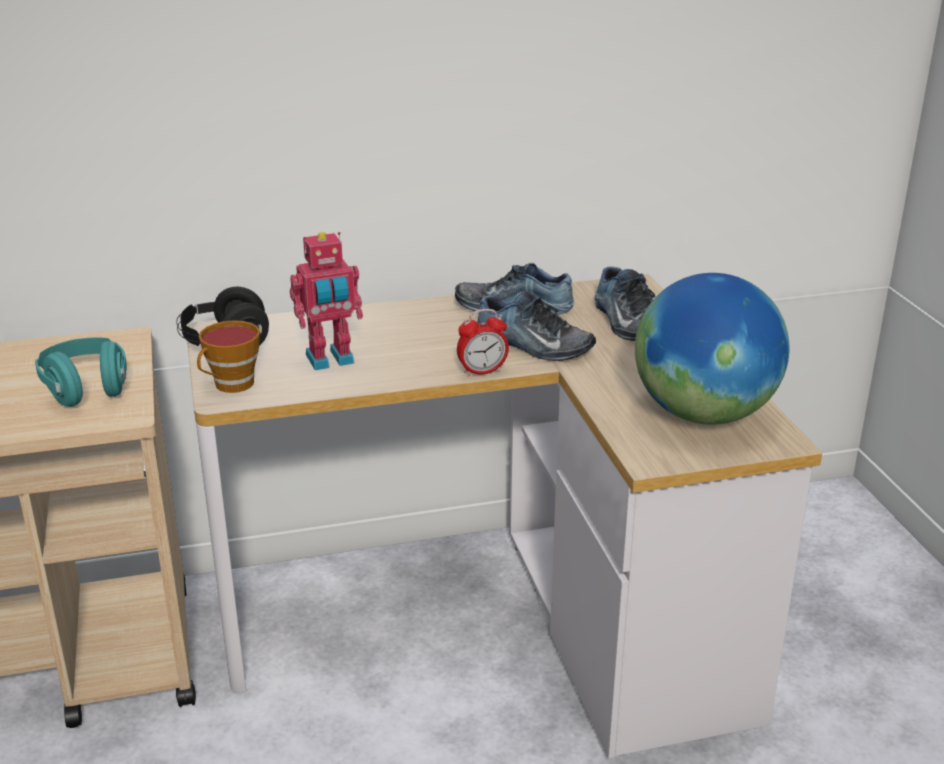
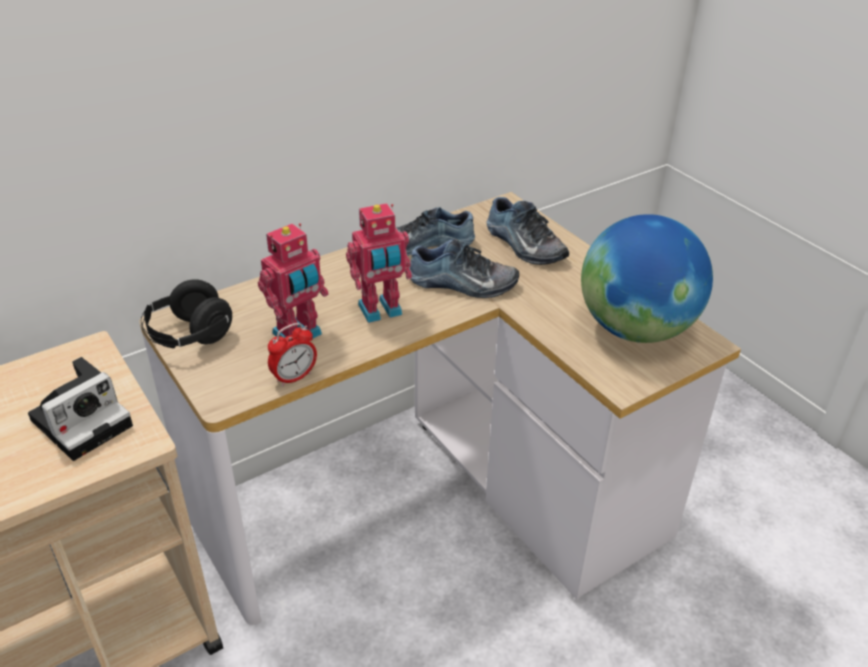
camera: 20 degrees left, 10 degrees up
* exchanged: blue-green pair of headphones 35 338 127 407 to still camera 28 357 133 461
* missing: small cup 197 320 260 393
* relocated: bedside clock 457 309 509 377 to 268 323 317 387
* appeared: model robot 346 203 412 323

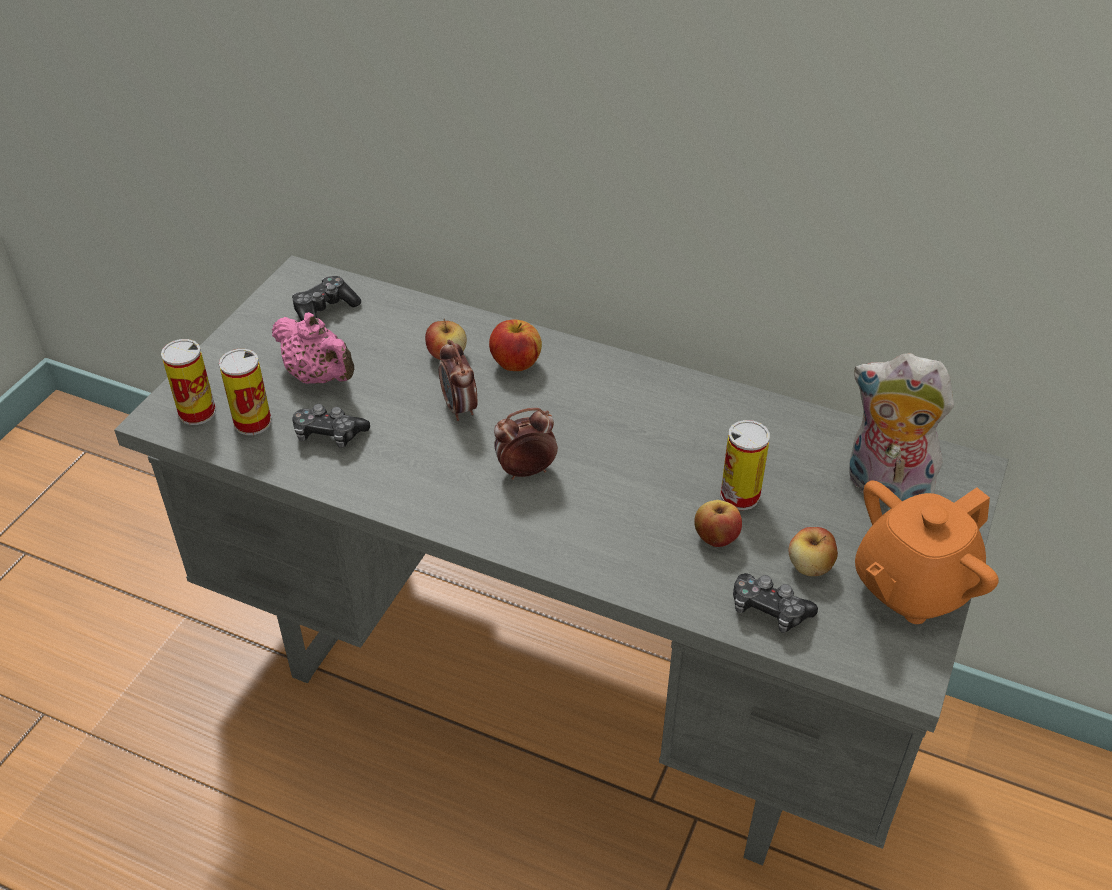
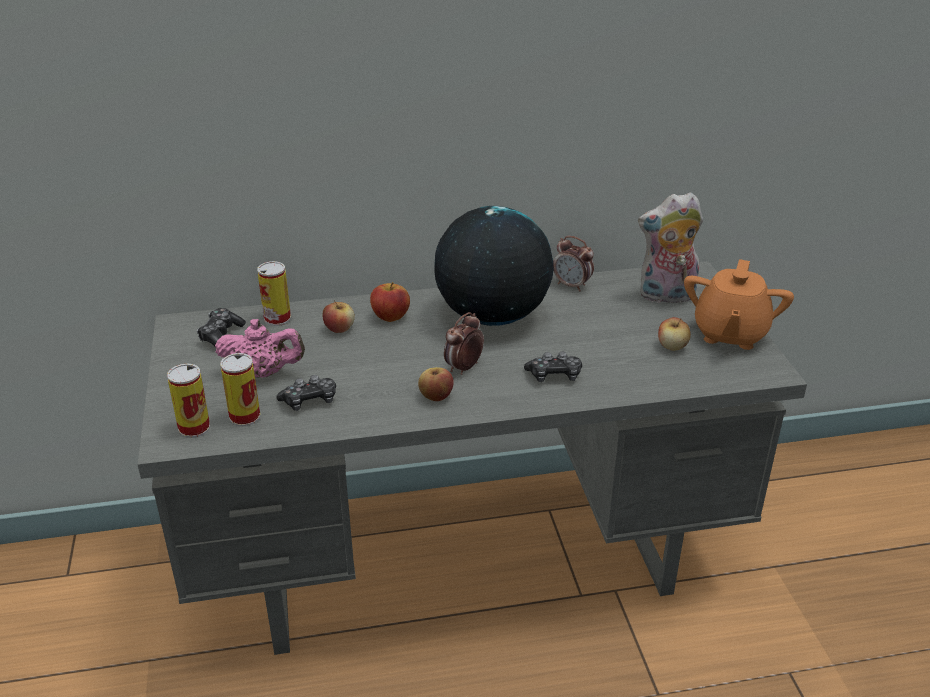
camera: 35 degrees left, 10 degrees down
* relocated: bedside clock 438 340 478 421 to 553 236 594 291
* relocated: whole apple 694 500 742 547 to 418 367 454 401
* relocated: can 721 420 770 510 to 257 261 291 326
* relocated: gamepad 733 573 818 633 to 524 351 582 382
* appeared: world globe 434 206 553 326

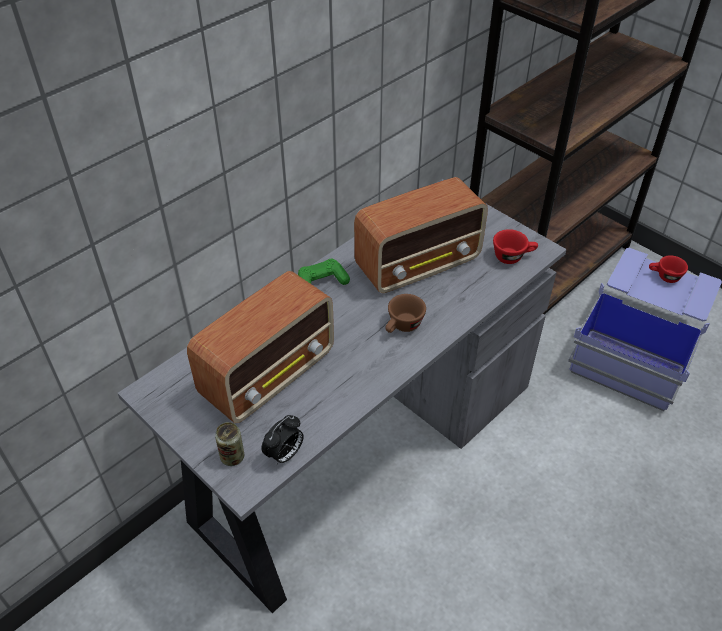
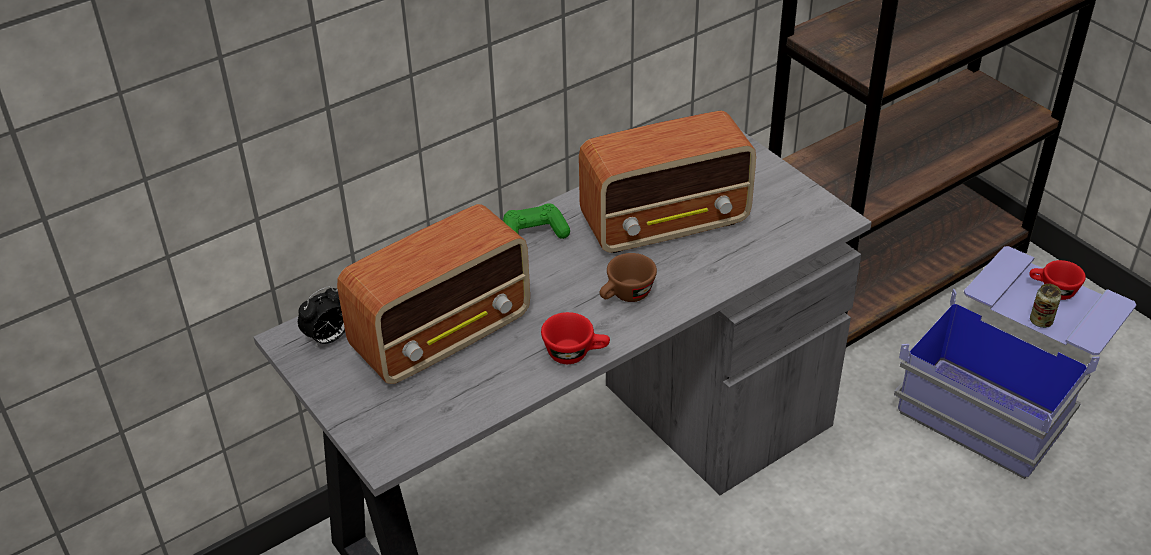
camera: 10 degrees right, 5 degrees down
* relocated: can 215 422 244 466 to 1030 284 1061 328
* relocated: bedside clock 261 415 304 465 to 298 286 345 347
* relocated: reddish small cup 493 229 538 264 to 541 312 610 364

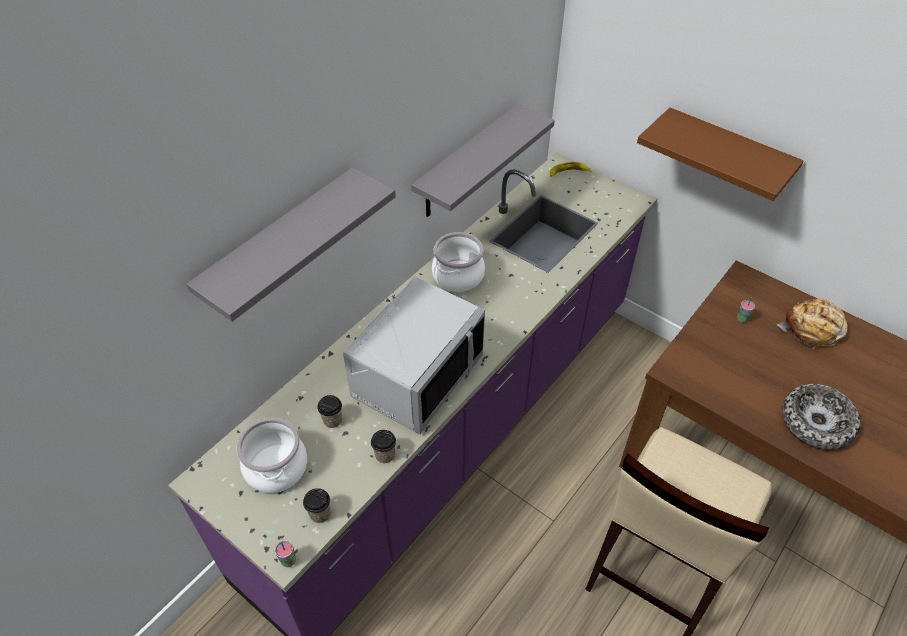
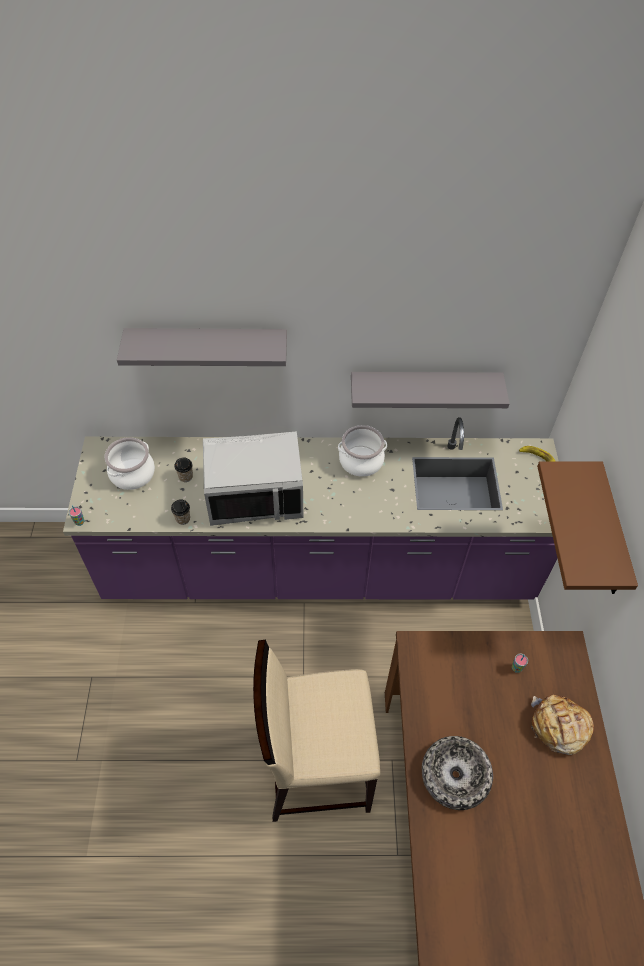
camera: 50 degrees right, 5 degrees up
* missing: small cup 303 488 330 523

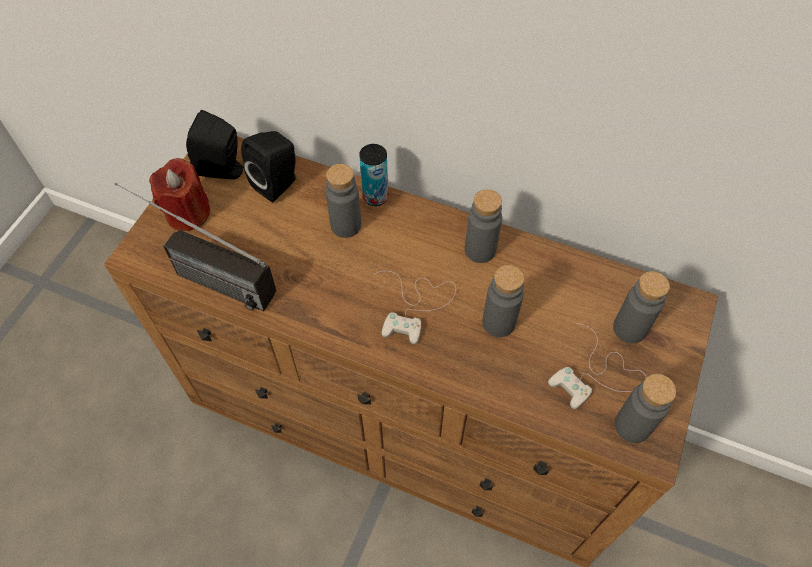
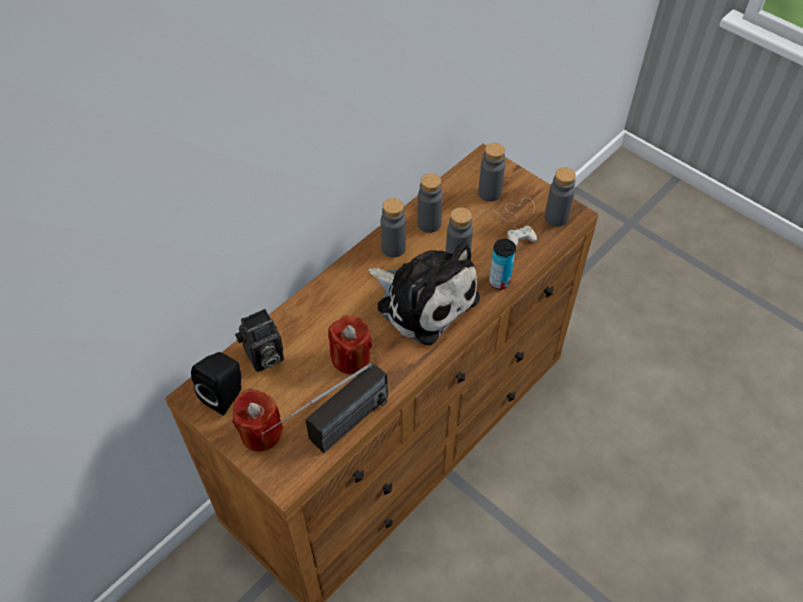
camera: 70 degrees left, 5 degrees down
* exchanged: black-coloured speaker 241 131 296 202 to still camera 235 309 284 372
* relocated: gray bottle 326 164 361 238 to 417 173 443 233
* relocated: can 359 144 388 206 to 489 239 516 289
* exchanged: white-coloured gamepad 375 271 456 344 to plush toy 368 241 480 345
* appeared: reddish candle 328 315 372 374

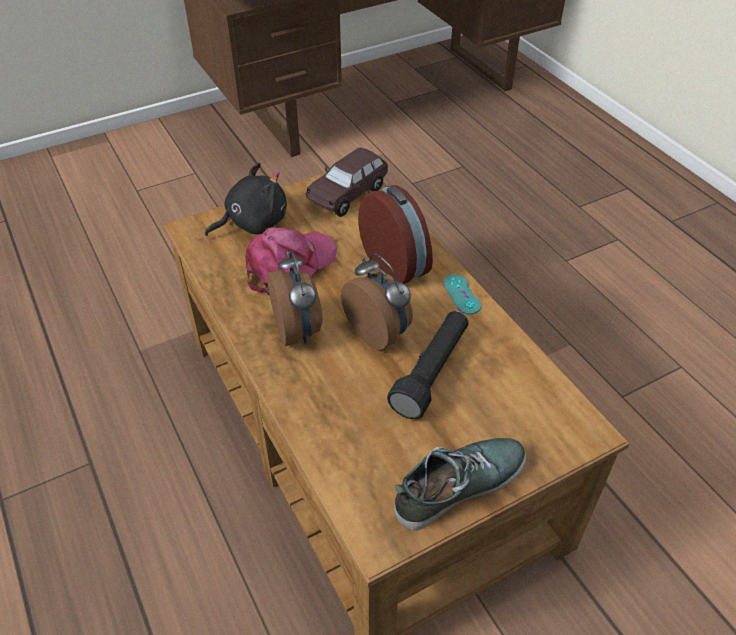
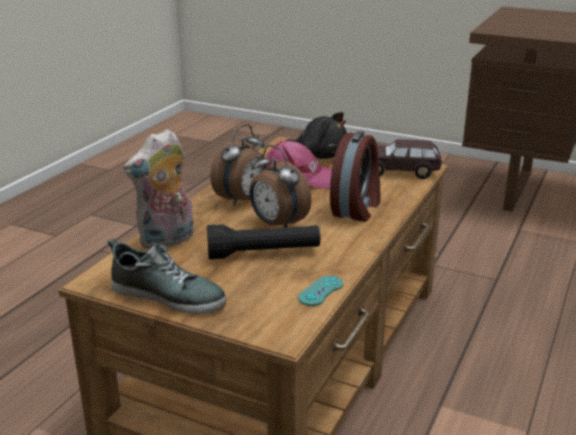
camera: 55 degrees right, 20 degrees down
* spun: bedside clock 341 253 413 350 = 249 145 311 228 120 degrees clockwise
* relocated: blue-green gamepad 443 274 482 315 to 298 276 343 306
* appeared: plush toy 123 129 194 249

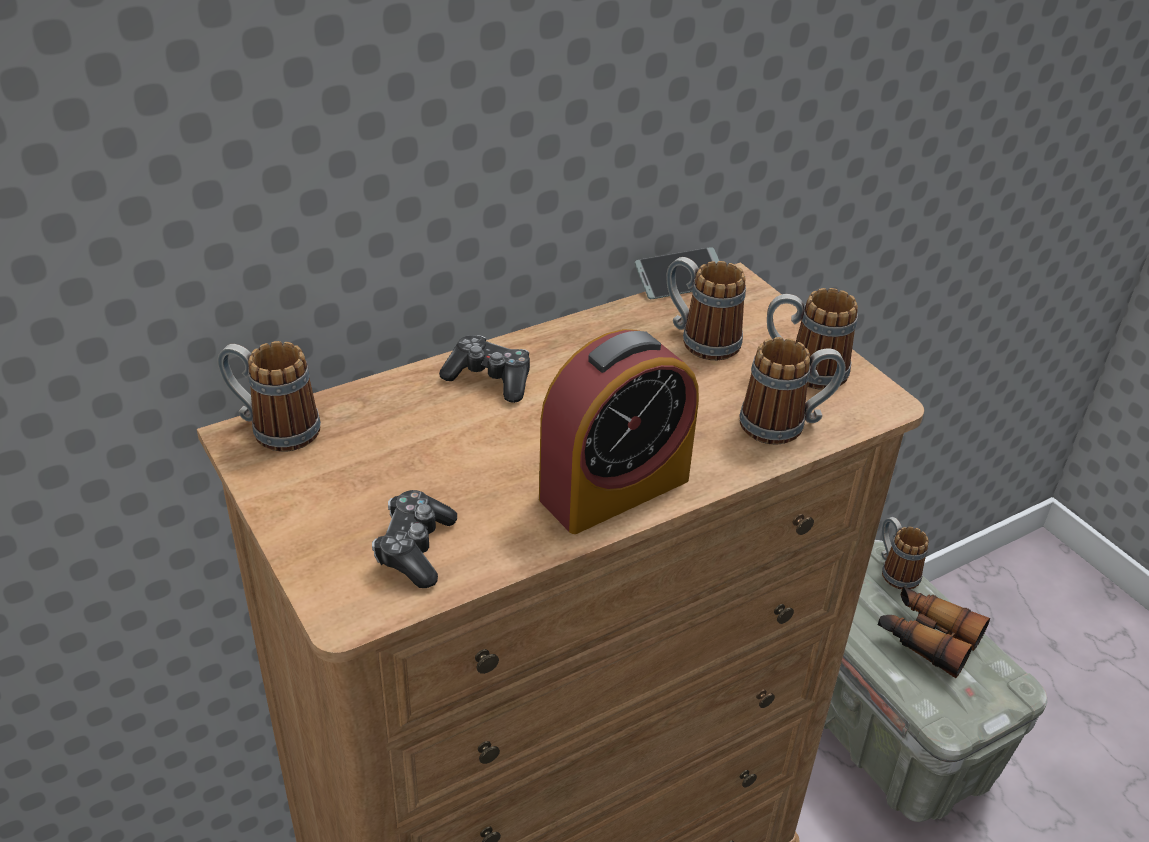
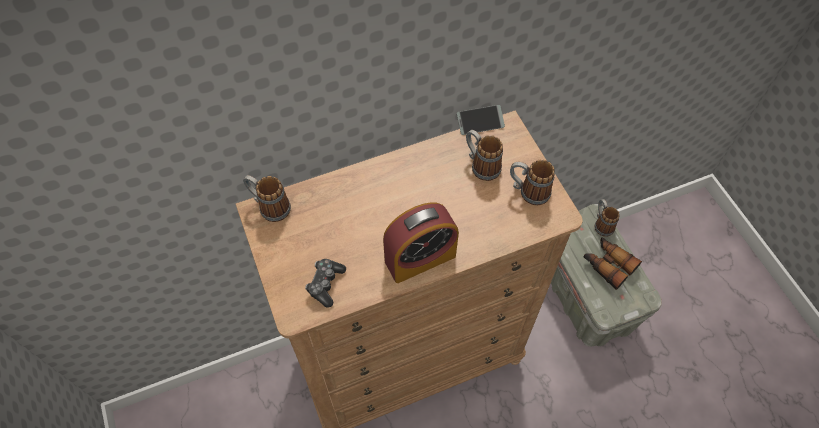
camera: 10 degrees right, 20 degrees up
* missing: gamepad 439 335 530 403
* missing: coffee mug 739 337 846 445

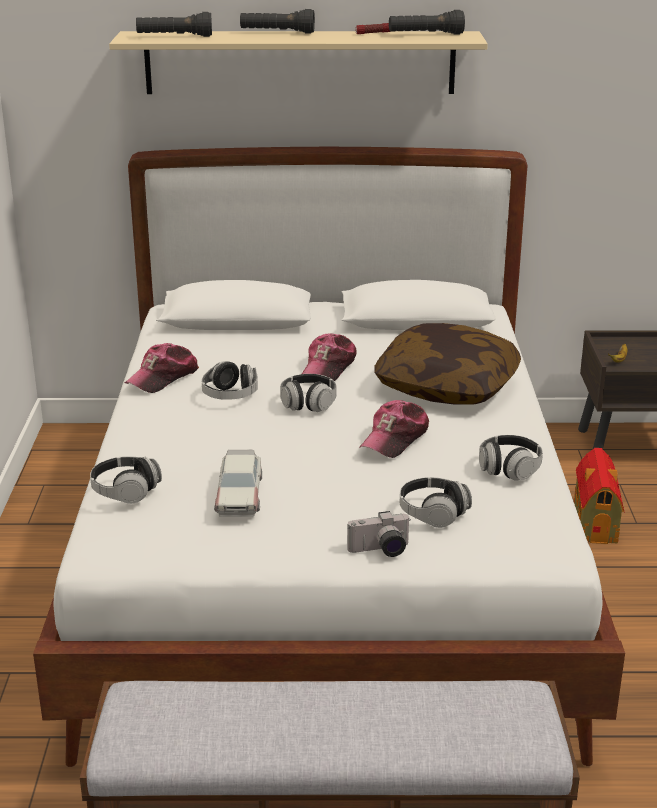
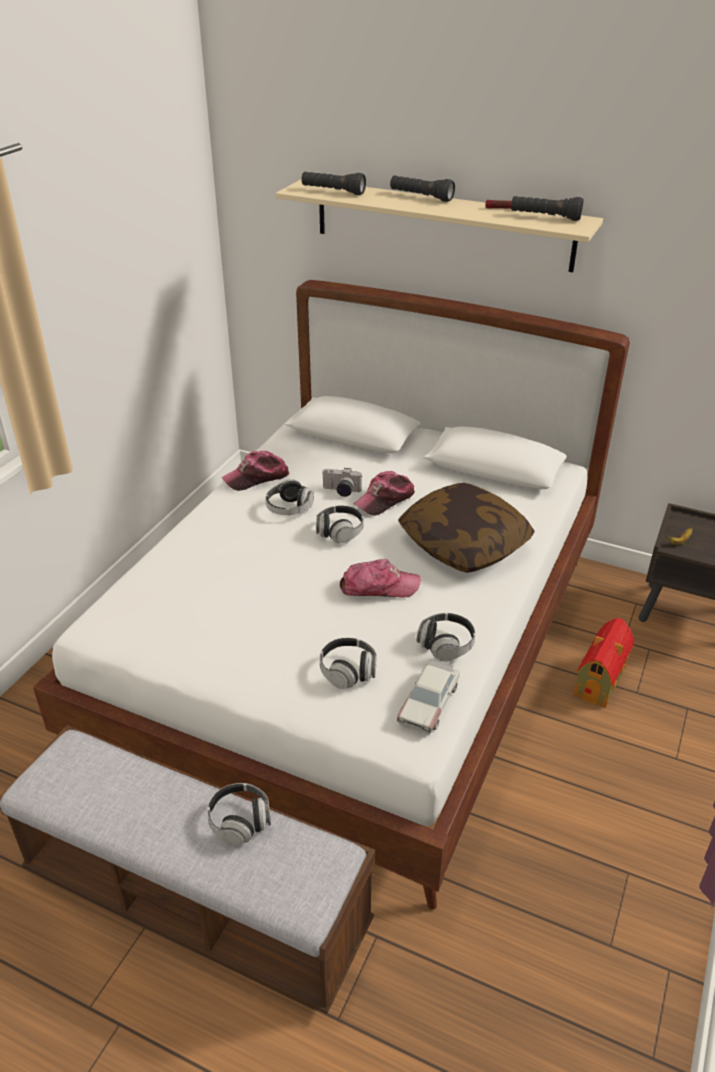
camera: 25 degrees right, 10 degrees up
* relocated: pair of headphones 90 456 162 504 to 207 783 271 847
* relocated: miniature car 214 450 262 517 to 397 659 460 735
* relocated: still camera 347 511 411 557 to 322 468 362 497
* spun: peaked cap 360 400 429 458 = 340 559 421 598 150 degrees counterclockwise

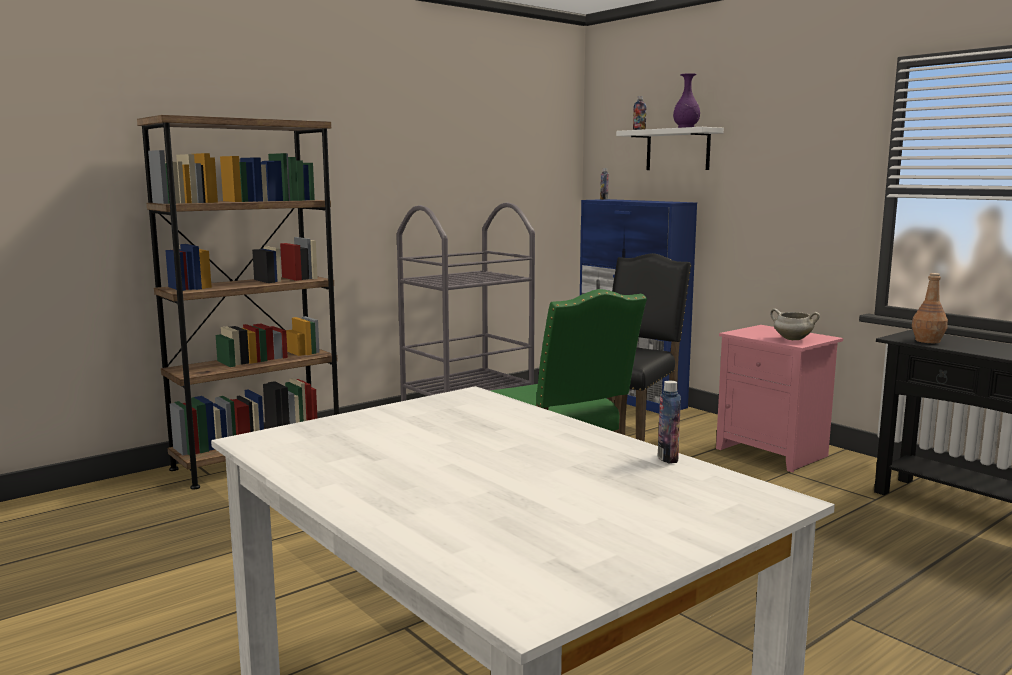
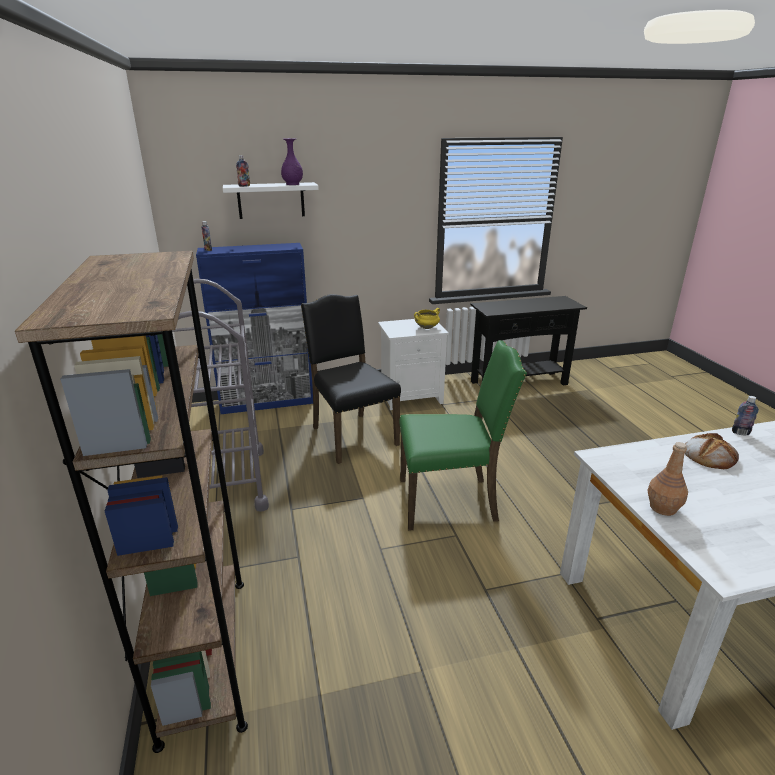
camera: 65 degrees left, 15 degrees up
* colour: pink-coloured night table 716 325 843 473 to white-coloured night table 378 319 449 410
* colour: white-coloured cooking pot 770 309 820 340 to yellow-coloured cooking pot 414 308 440 329
* relocated: brownish bottle 912 273 948 343 to 648 442 688 516
* appeared: bread 685 433 739 469

